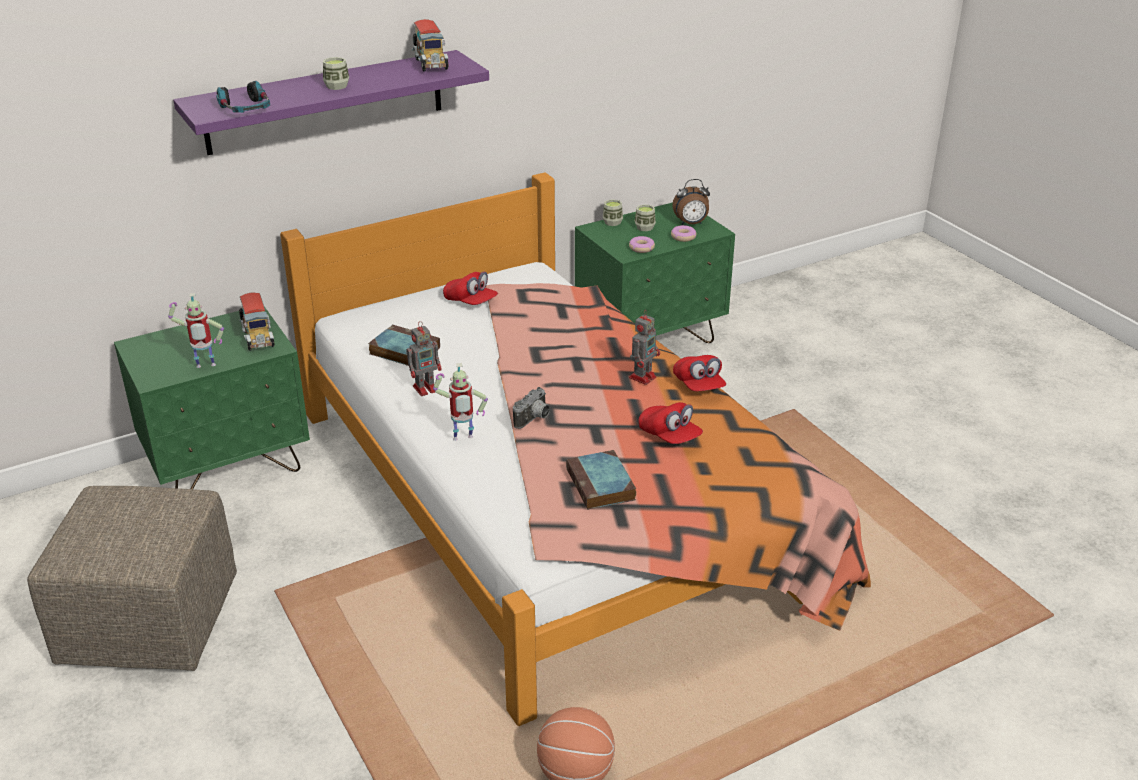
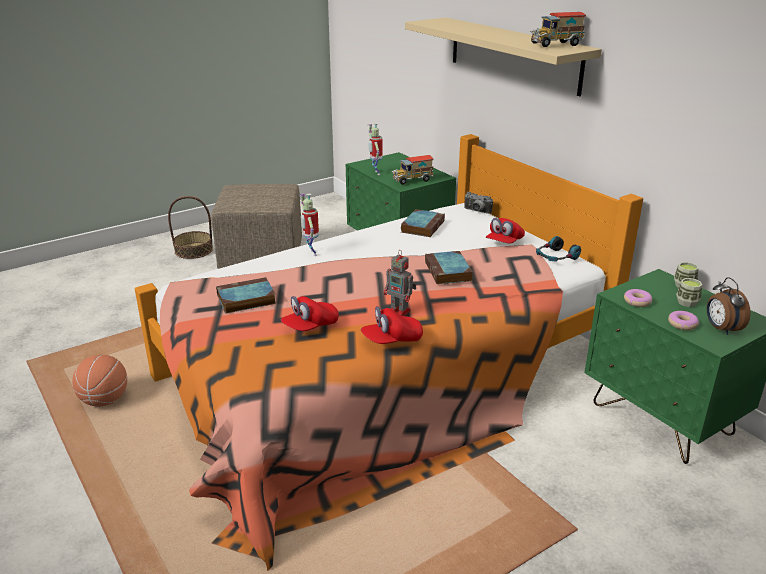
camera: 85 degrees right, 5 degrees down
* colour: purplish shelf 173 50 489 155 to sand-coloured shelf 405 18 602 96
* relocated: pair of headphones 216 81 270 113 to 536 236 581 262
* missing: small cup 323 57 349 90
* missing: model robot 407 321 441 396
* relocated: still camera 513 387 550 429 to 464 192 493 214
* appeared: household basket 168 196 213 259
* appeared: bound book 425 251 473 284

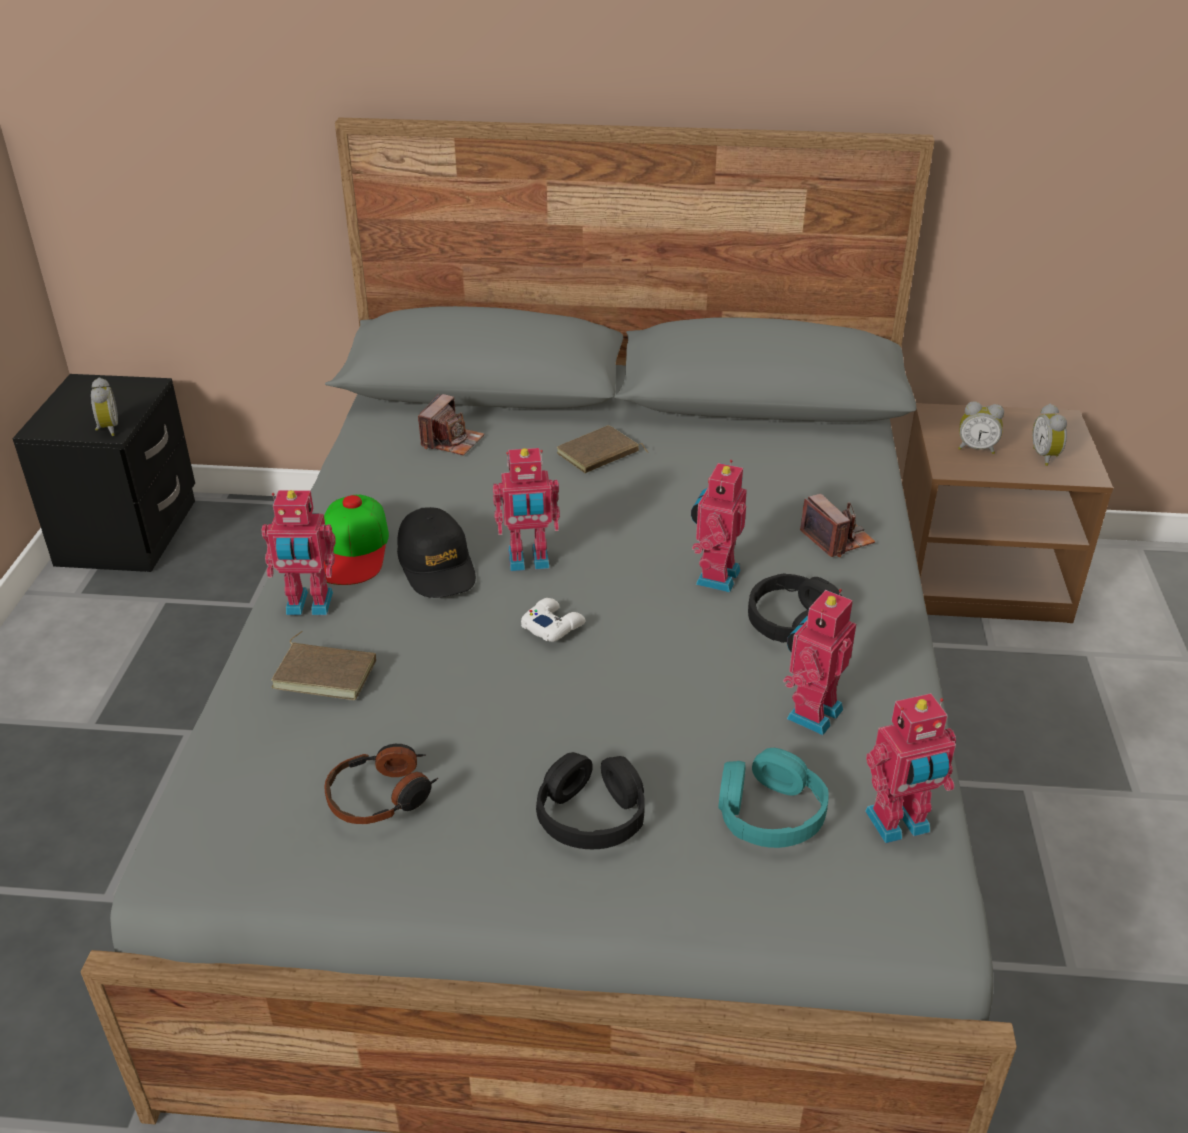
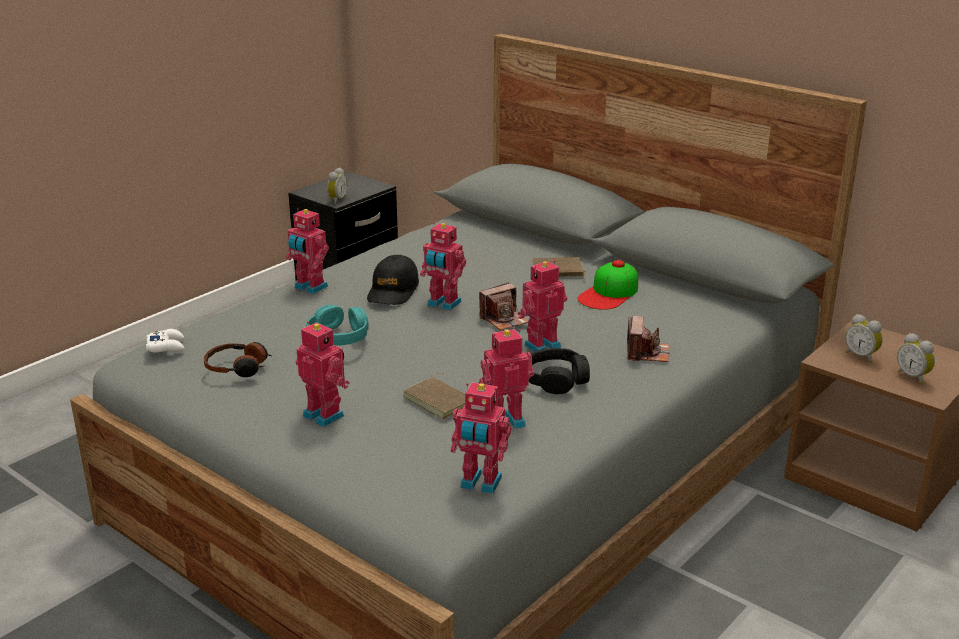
camera: 35 degrees right, 10 degrees down
* relocated: brownish bound book 271 631 376 700 to 403 373 465 419
* relocated: peaked cap 324 495 389 585 to 578 260 638 310
* relocated: still camera 418 394 484 456 to 479 282 528 330
* relocated: white-coloured gamepad 521 598 586 642 to 146 329 185 352
* exchanged: black-coloured pair of headphones 536 752 645 849 to model robot 296 322 349 427
* relocated: blue-green pair of headphones 718 748 829 848 to 306 305 369 346
* spun: bedside clock 1033 403 1067 466 = 897 333 935 384 60 degrees counterclockwise

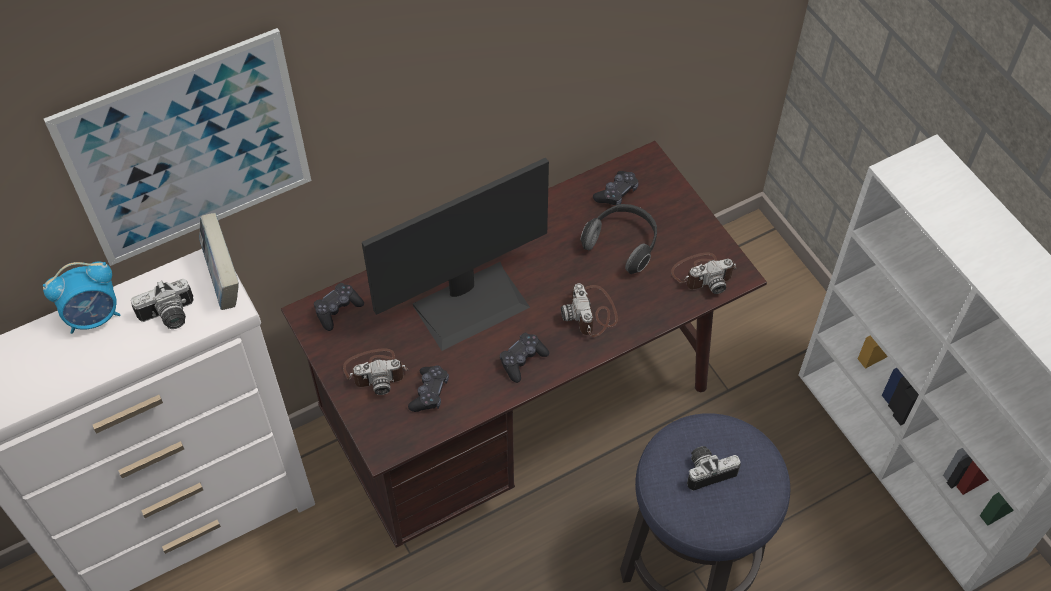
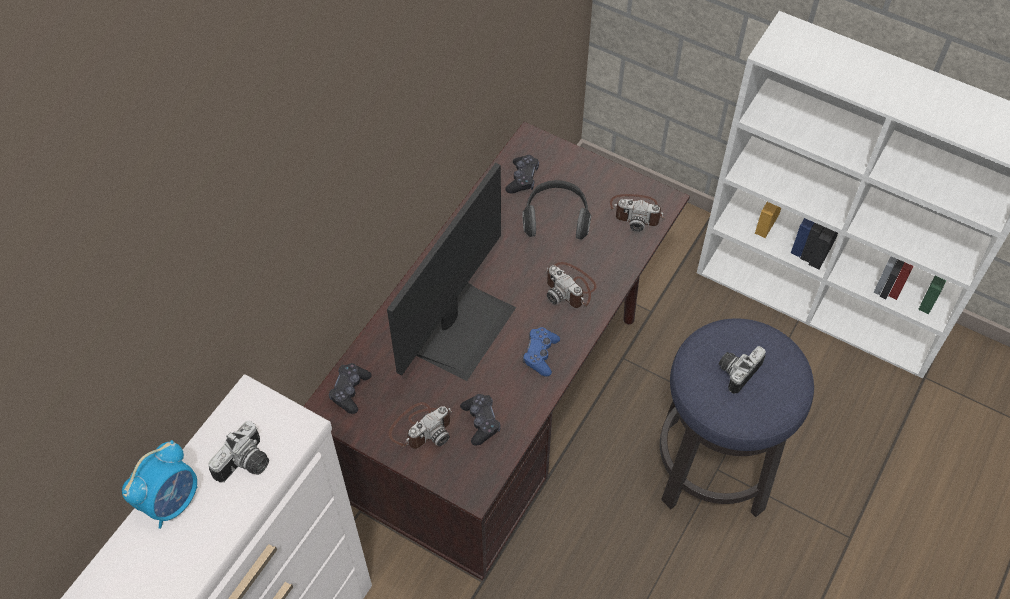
camera: 30 degrees left, 0 degrees up
* missing: picture 44 28 311 266
* missing: bound book 199 213 239 310
* colour: black-coloured gamepad 500 333 549 383 to blue gamepad 523 327 560 376
* spun: still camera 671 252 737 294 = 610 194 665 232 60 degrees clockwise

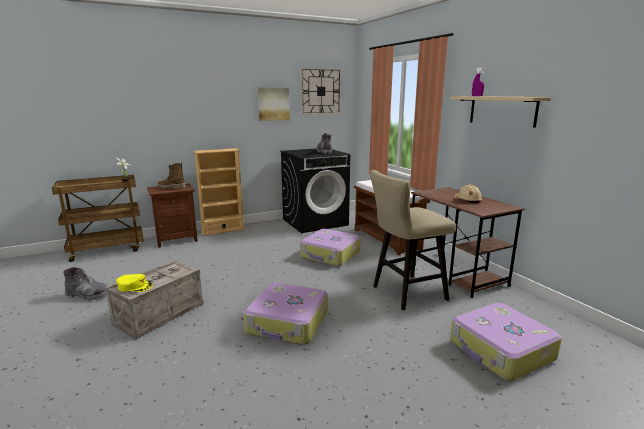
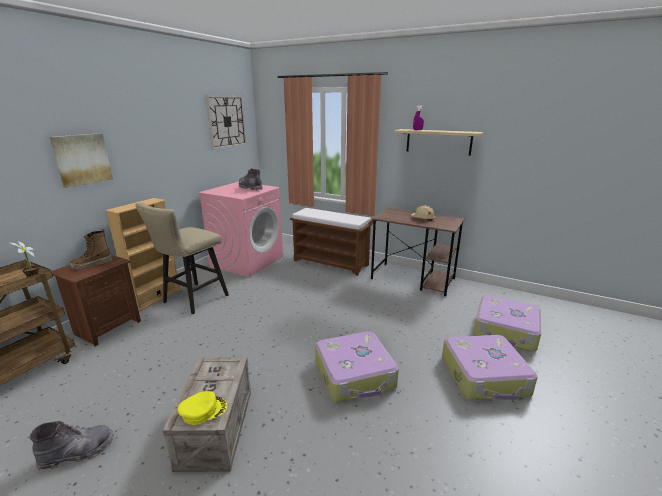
camera: 35 degrees left, 5 degrees up
* relocated: picture 258 88 290 121 to 50 133 113 188
* colour: black-coloured washing machine 280 148 350 233 to pink-coloured washing machine 198 182 283 277
* relocated: suitcase 300 229 361 266 to 442 335 538 400
* relocated: sand-coloured stool seat 370 170 456 310 to 135 202 229 314

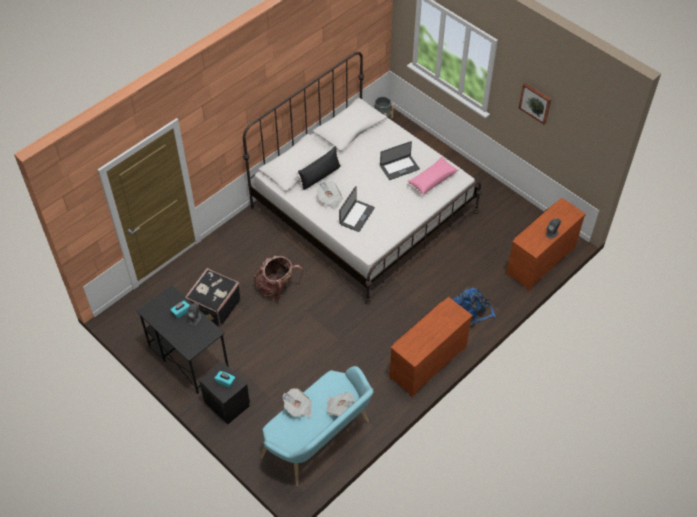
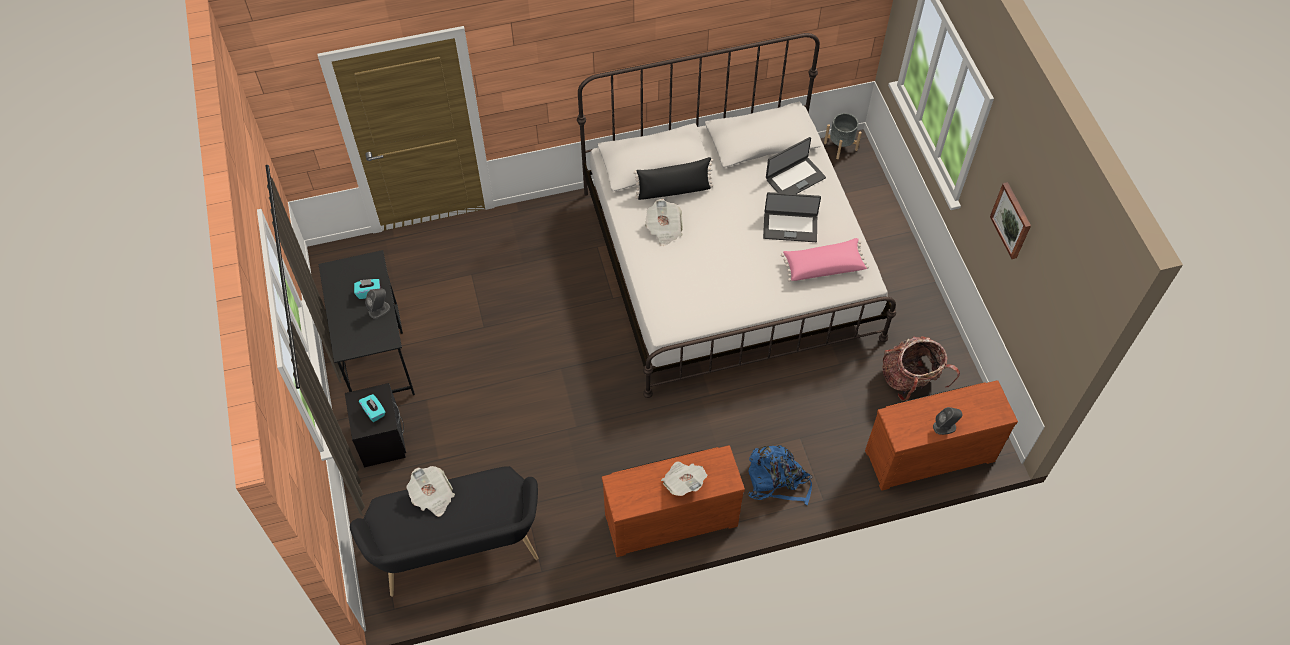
camera: 30 degrees right, 5 degrees up
* missing: black-coloured suitcase 185 268 241 328
* relocated: knapsack 253 255 303 301 to 882 336 960 401
* colour: blue-green indoor bench 260 366 374 486 to black-coloured indoor bench 350 466 538 597
* relocated: daily paper 326 392 355 416 to 661 461 707 496
* relocated: laptop 339 186 375 232 to 766 137 826 194

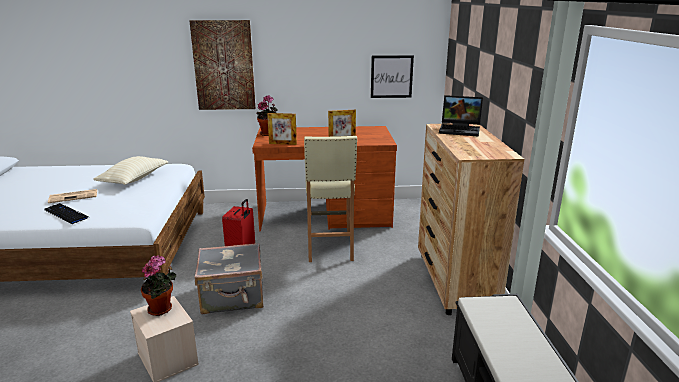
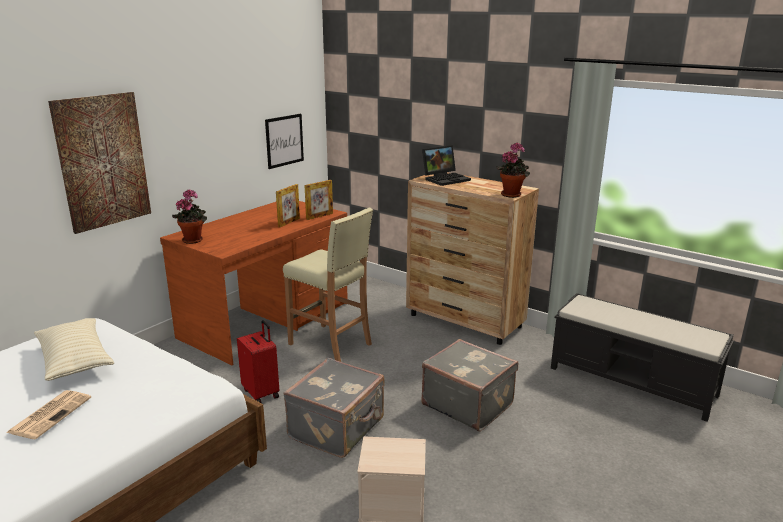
camera: 50 degrees left, 0 degrees up
* missing: PC keyboard 44 203 89 224
* relocated: plant in a pot 141 255 176 316 to 496 143 530 198
* relocated: standing frame 267 113 297 145 to 305 180 333 220
* appeared: gray suitcase 421 339 518 432

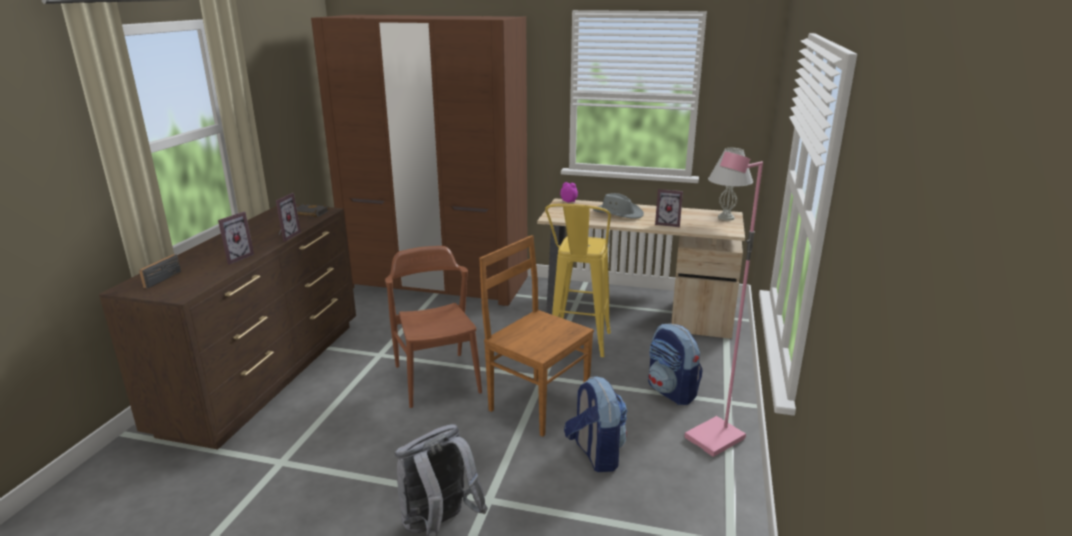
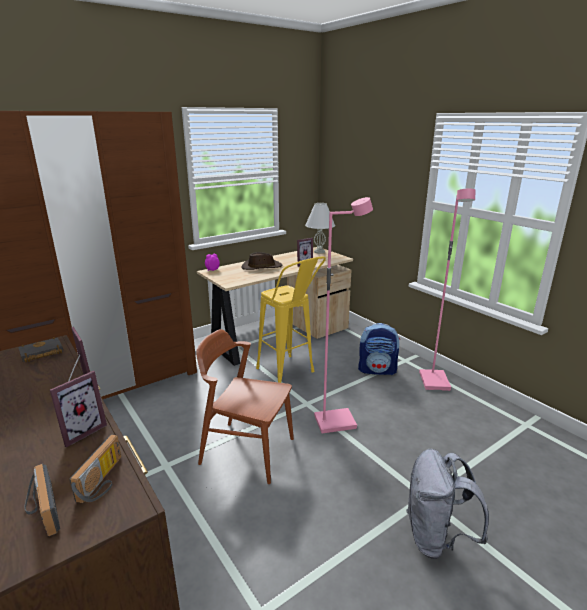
camera: 50 degrees left, 0 degrees up
* spun: standing frame 218 212 254 264 = 50 371 107 448 60 degrees clockwise
* exchanged: brownish chair 479 235 594 437 to pink-coloured standard lamp 314 197 373 434
* missing: knapsack 564 377 627 472
* colour: gray hat 593 193 644 219 to brownish hat 242 252 282 270
* appeared: radio 69 435 122 503

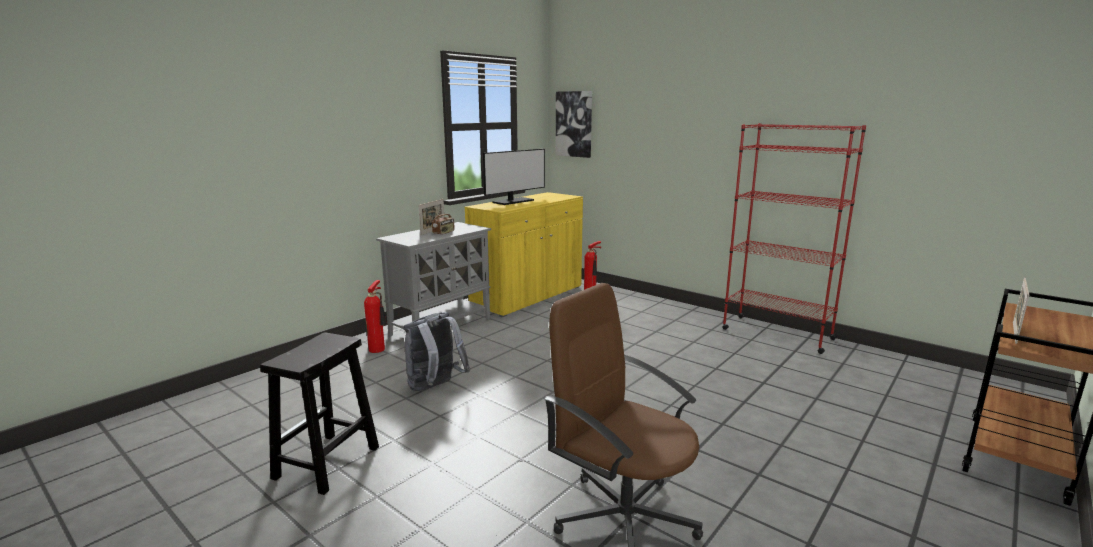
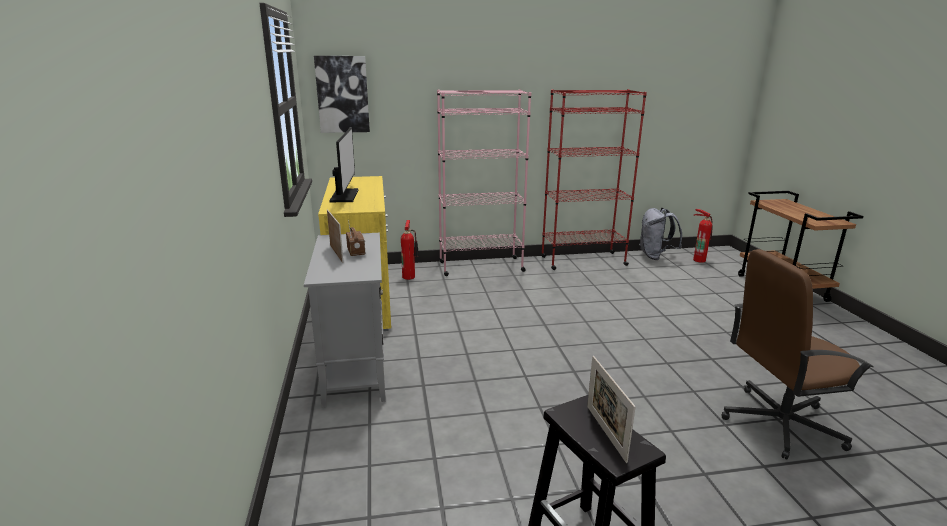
camera: 50 degrees left, 5 degrees up
* relocated: fire extinguisher 364 280 387 353 to 693 209 713 263
* relocated: gray knapsack 404 312 470 391 to 639 208 682 260
* relocated: standing frame 1013 278 1030 344 to 587 356 636 463
* appeared: pink-coloured bookshelf 437 89 531 276

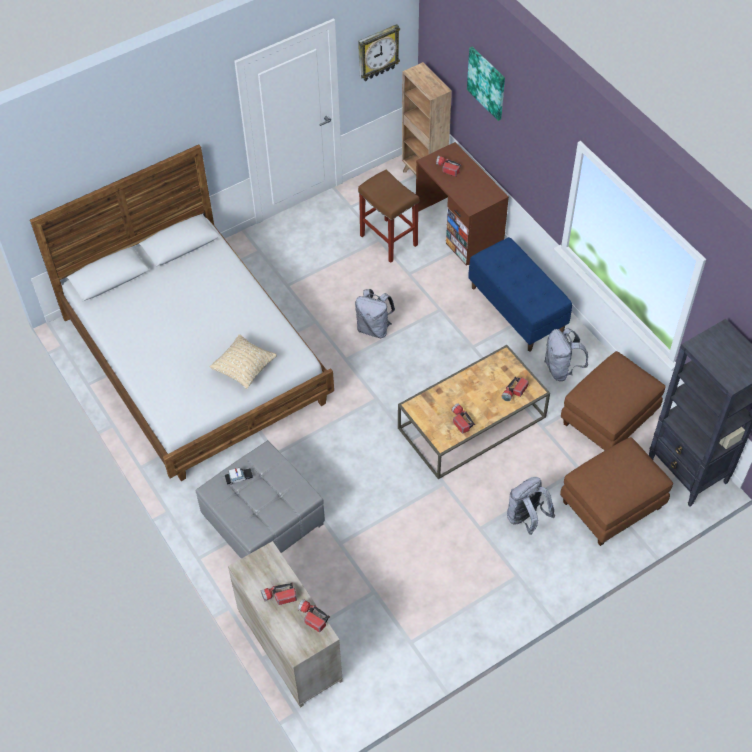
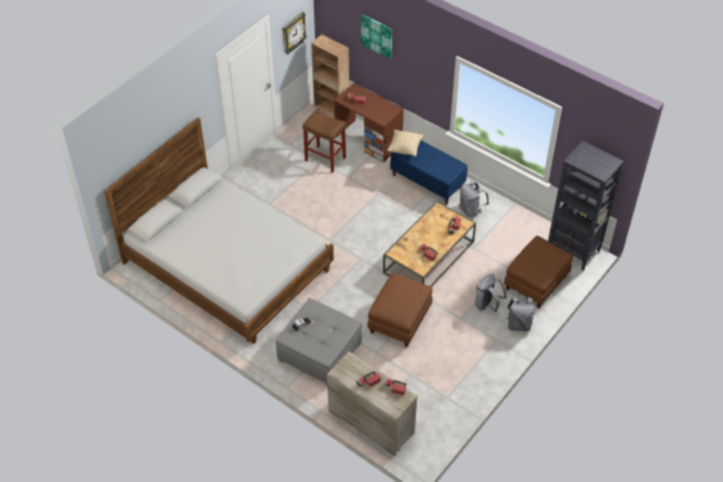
camera: 20 degrees left, 5 degrees down
* relocated: sand-coloured throw pillow 210 334 277 389 to 387 130 423 157
* relocated: gray knapsack 355 289 395 338 to 506 297 535 331
* relocated: brownish pouffe 561 351 666 451 to 367 273 433 347

